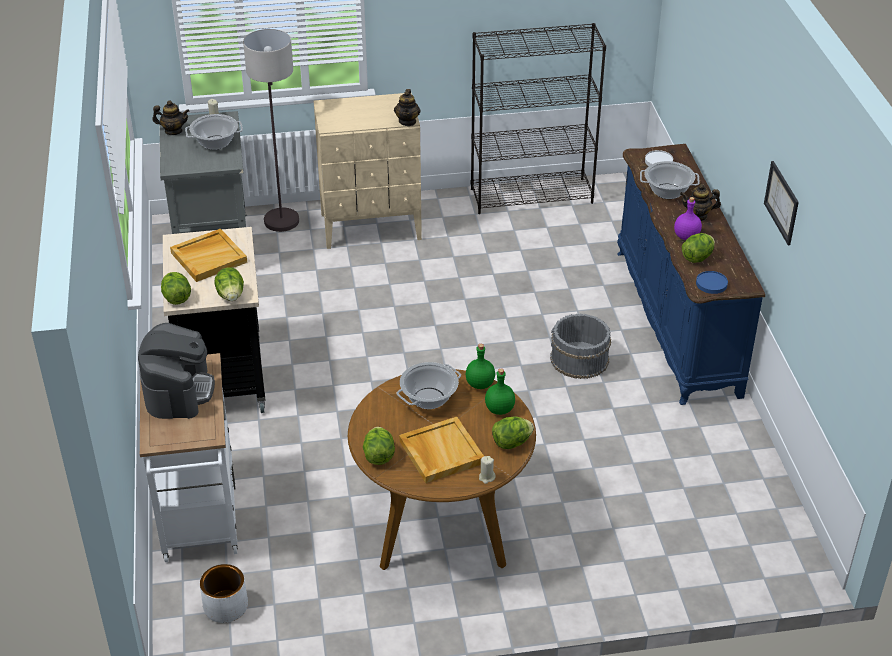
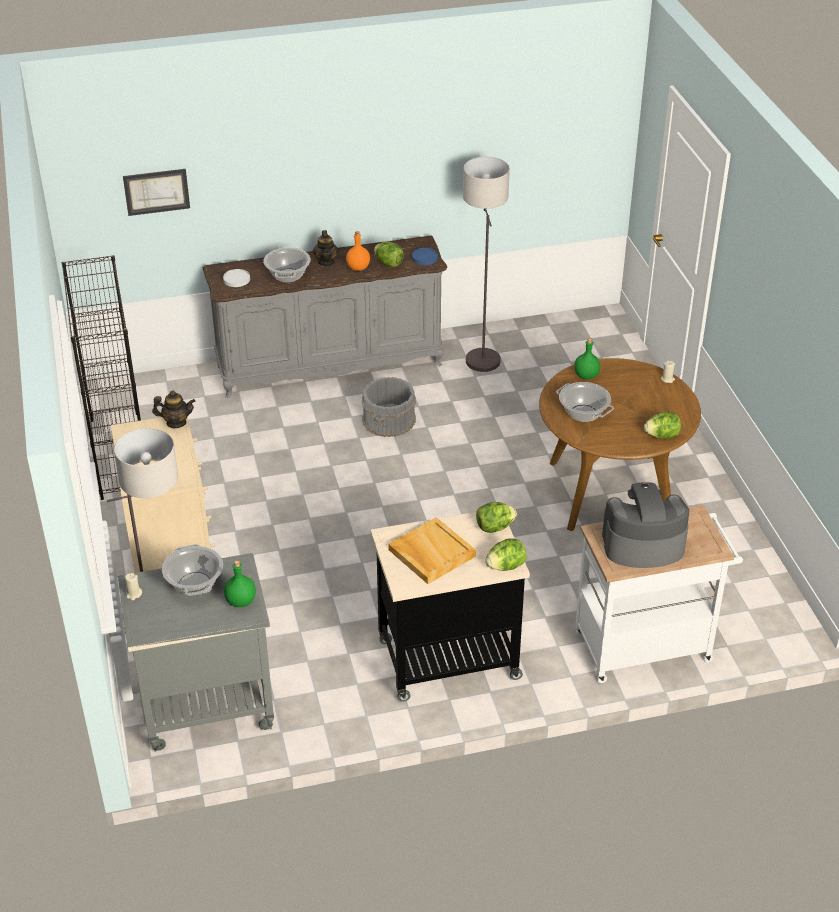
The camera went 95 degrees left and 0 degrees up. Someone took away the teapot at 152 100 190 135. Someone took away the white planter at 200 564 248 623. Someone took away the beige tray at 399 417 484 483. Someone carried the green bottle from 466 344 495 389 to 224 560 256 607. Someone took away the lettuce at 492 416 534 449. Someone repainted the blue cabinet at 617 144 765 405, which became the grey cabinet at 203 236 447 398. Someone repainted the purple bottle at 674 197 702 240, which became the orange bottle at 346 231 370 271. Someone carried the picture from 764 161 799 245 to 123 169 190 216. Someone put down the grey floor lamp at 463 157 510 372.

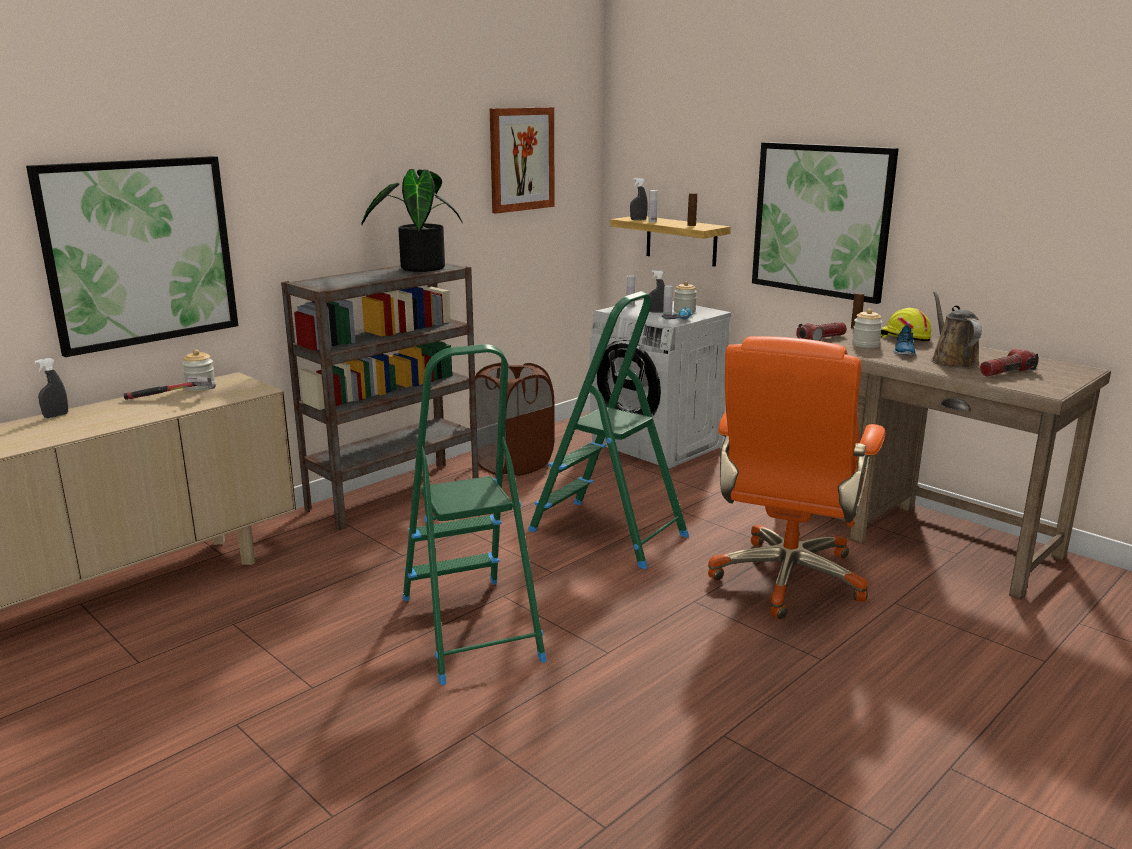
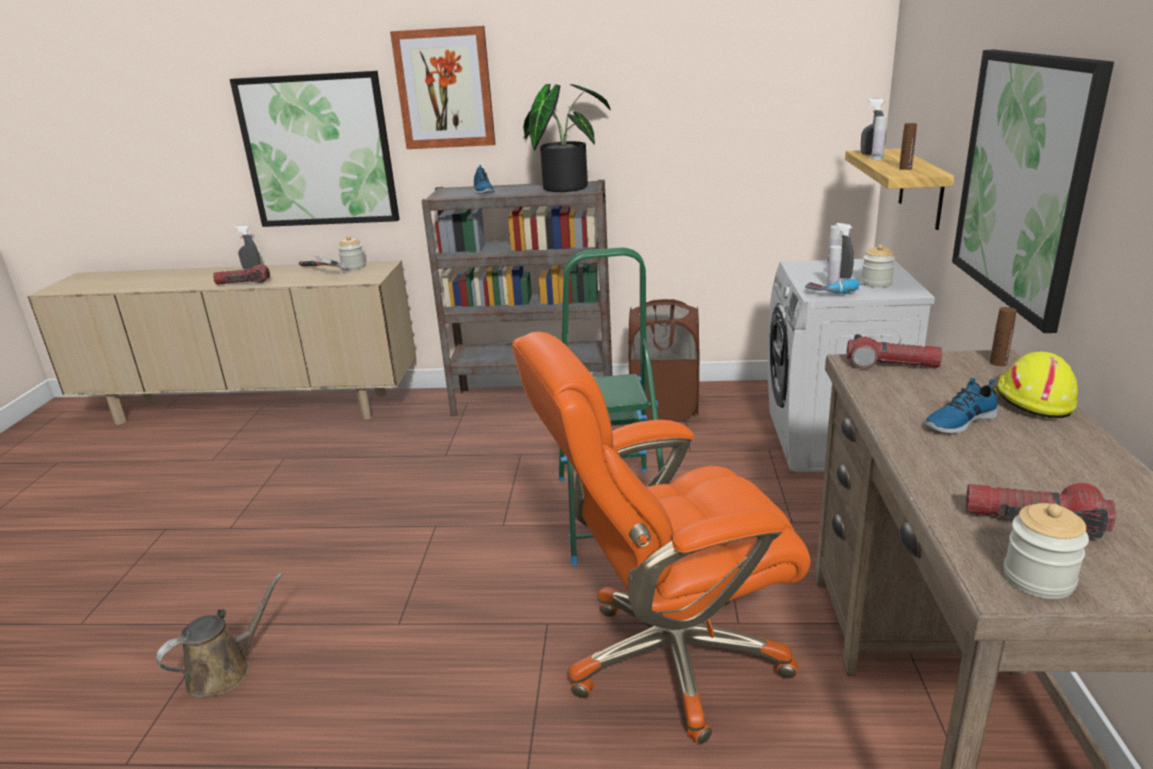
The camera went 50 degrees right and 5 degrees up. Someone took away the green step ladder at 403 344 546 685. Someone carried the picture from 490 107 555 214 to 390 26 496 149. Someone carried the jar from 852 309 883 348 to 1003 503 1089 599. Someone carried the brown watering can from 931 291 982 369 to 156 573 283 698. Someone put down the flashlight at 213 264 270 285. Someone put down the shoe at 473 165 495 194.

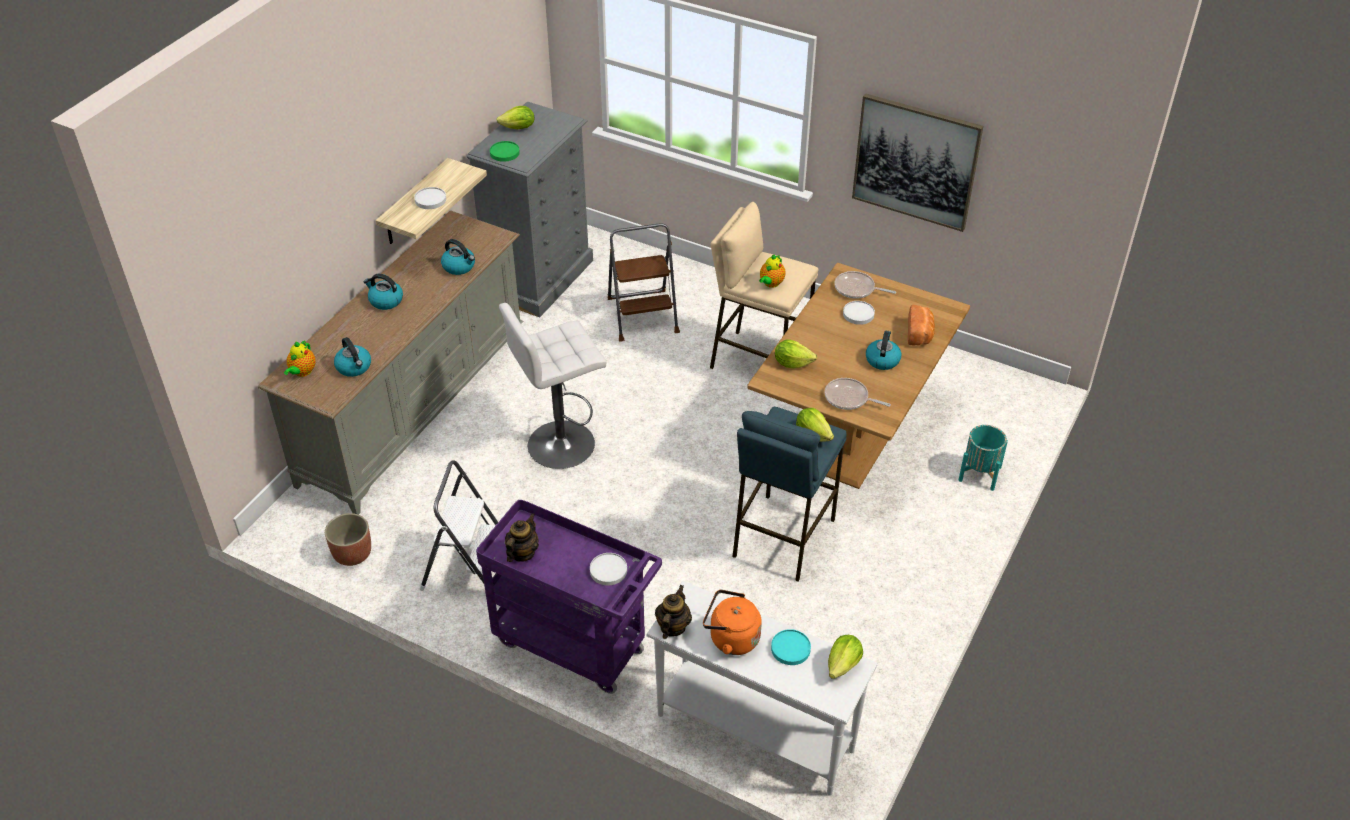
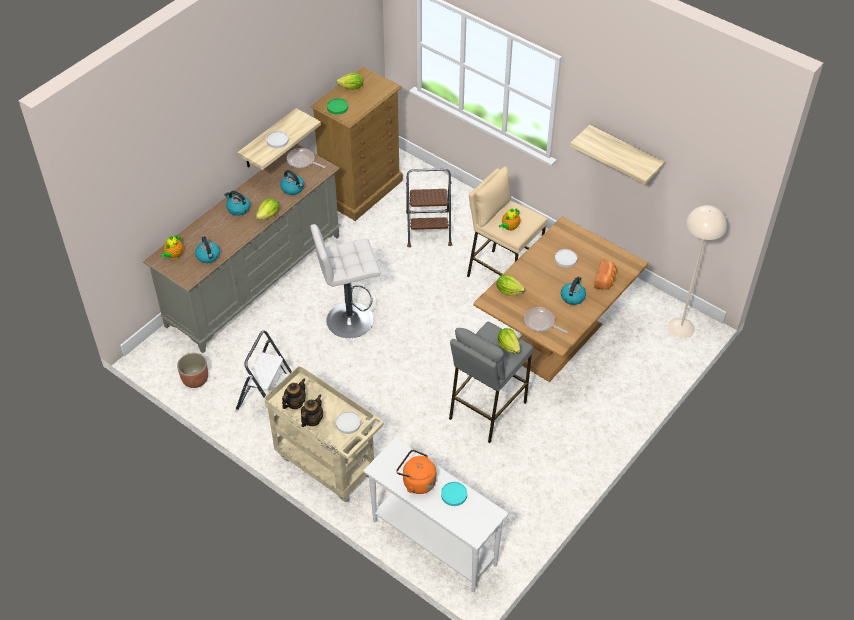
The camera went 10 degrees right and 5 degrees up. Someone repainted the grey dresser at 466 102 593 318, which became the brown dresser at 311 67 403 221. Someone repainted the purple cart at 476 500 662 694, which became the beige cart at 264 366 384 502. Someone carried the teapot from 655 585 692 639 to 301 394 323 427. Someone repainted the blue stool at 733 407 847 582, which became the grey stool at 449 322 533 443. Someone carried the lettuce from 828 635 863 679 to 255 198 279 220. Someone carried the frying pan from 834 271 896 299 to 287 148 325 168. Someone swapped the picture at 852 93 983 232 for the shelf at 570 125 665 184. Someone took away the turquoise planter at 959 425 1008 491. Someone put down the beige floor lamp at 668 205 727 338.

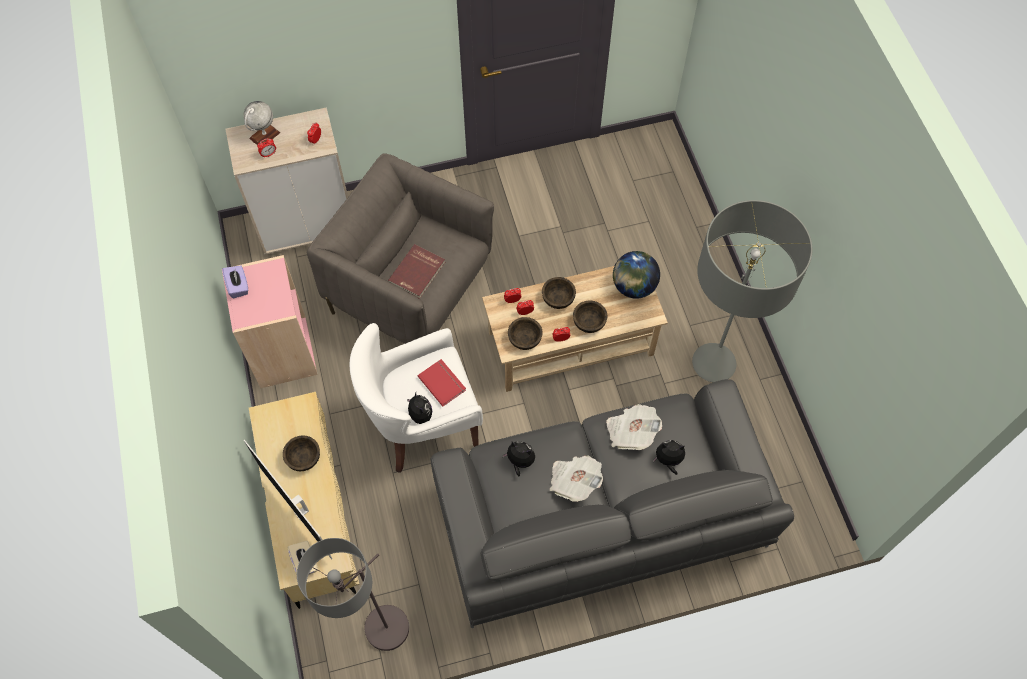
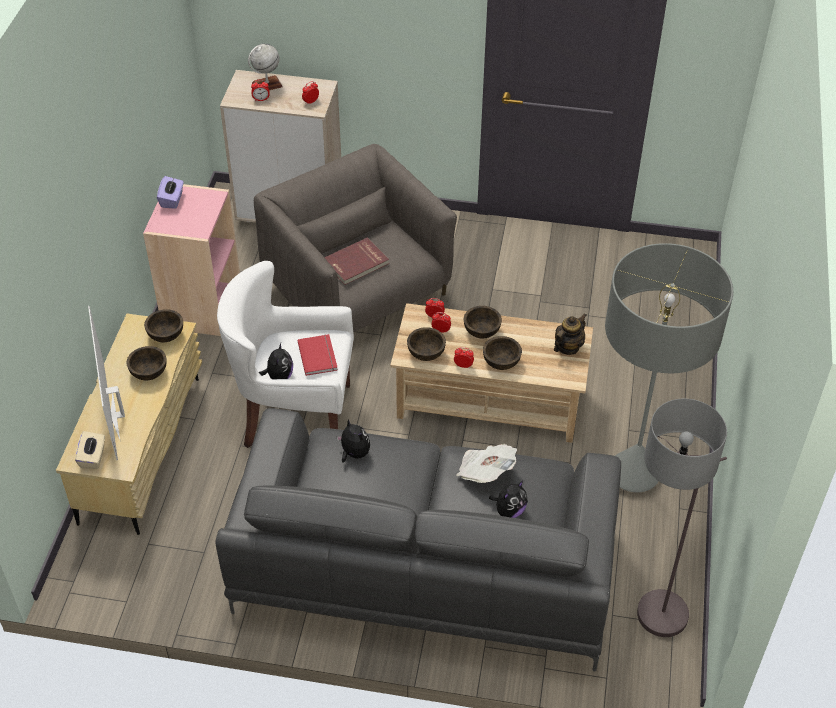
The camera went 25 degrees right and 15 degrees down. Someone carried the grey floor lamp from 297 538 409 651 to 637 399 727 637. Someone took away the newspaper at 550 455 603 502. Someone swapped the globe at 613 251 660 299 for the teapot at 554 313 586 355. Someone rotated the plush toy at 653 440 685 475 by 105 degrees clockwise. Someone put down the brown bowl at 144 309 183 342.

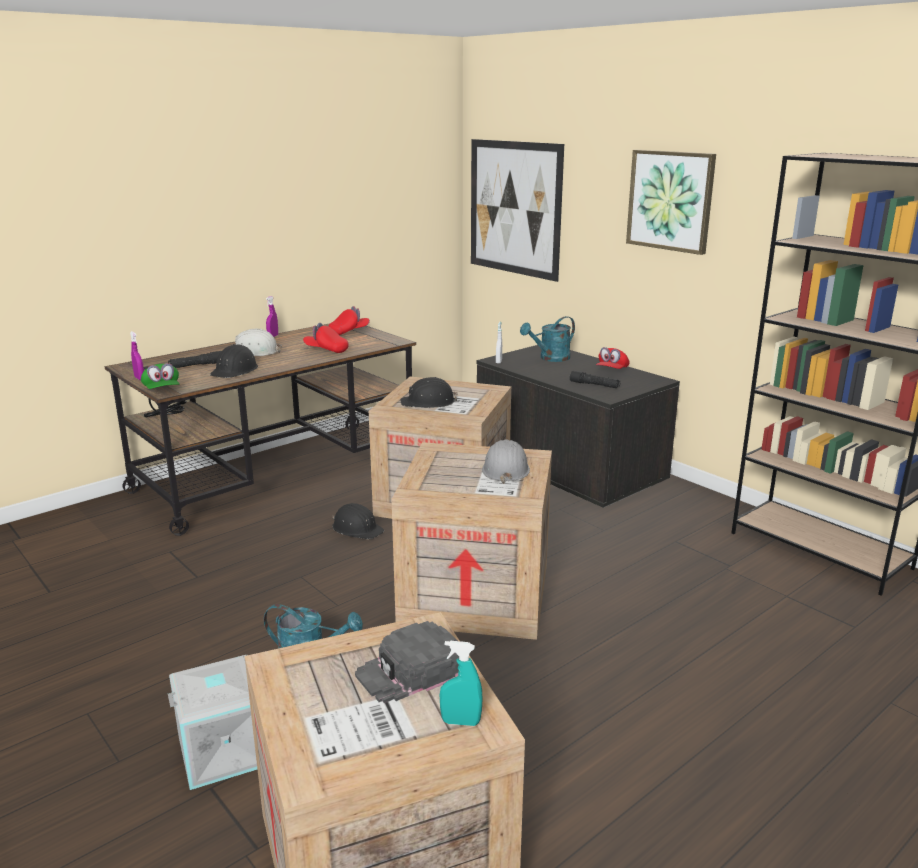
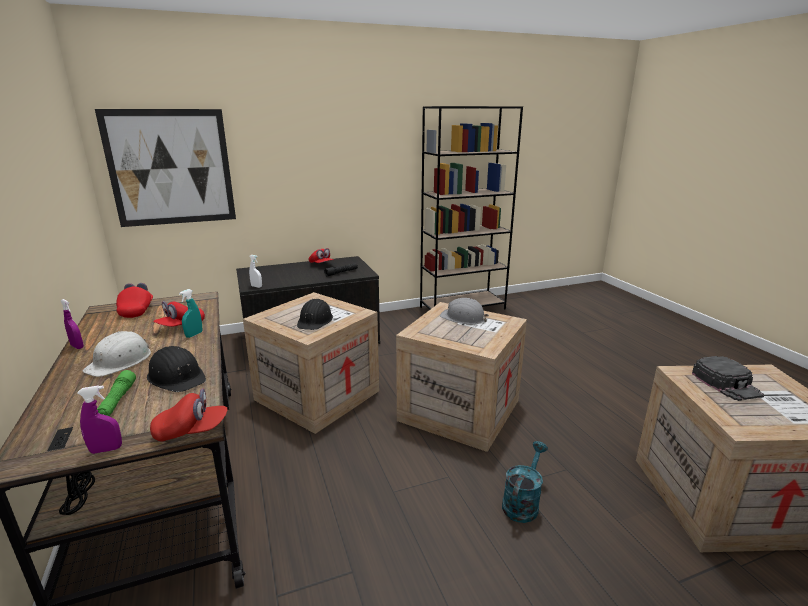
The camera went 70 degrees left and 0 degrees up. Someone repainted the green cap at 141 363 179 389, which became the red cap at 150 388 228 442. Someone repainted the black flashlight at 168 351 221 368, which became the green flashlight at 97 370 136 416. Someone took away the grey storage box at 168 655 257 790. Someone took away the black hard hat at 332 503 384 539. Someone carried the turquoise spray bottle from 440 641 482 726 to 179 289 202 338. Someone took away the turquoise watering can at 520 316 575 362. Someone took away the picture at 626 150 716 255.

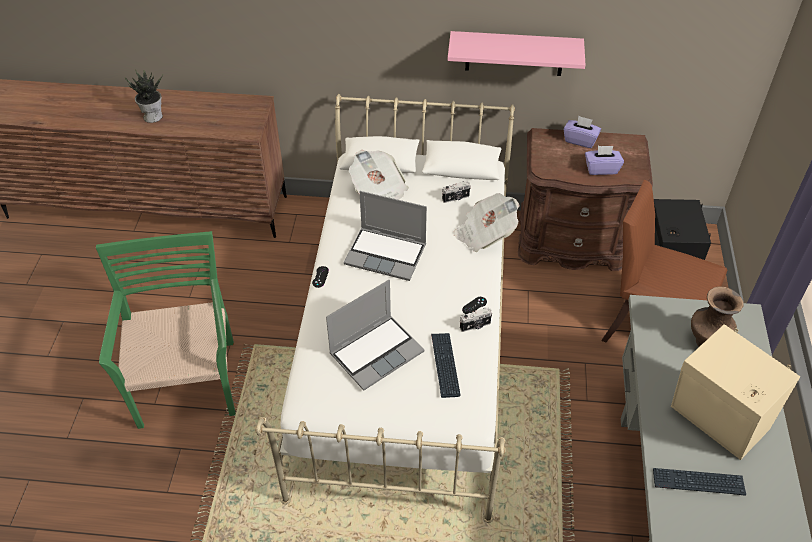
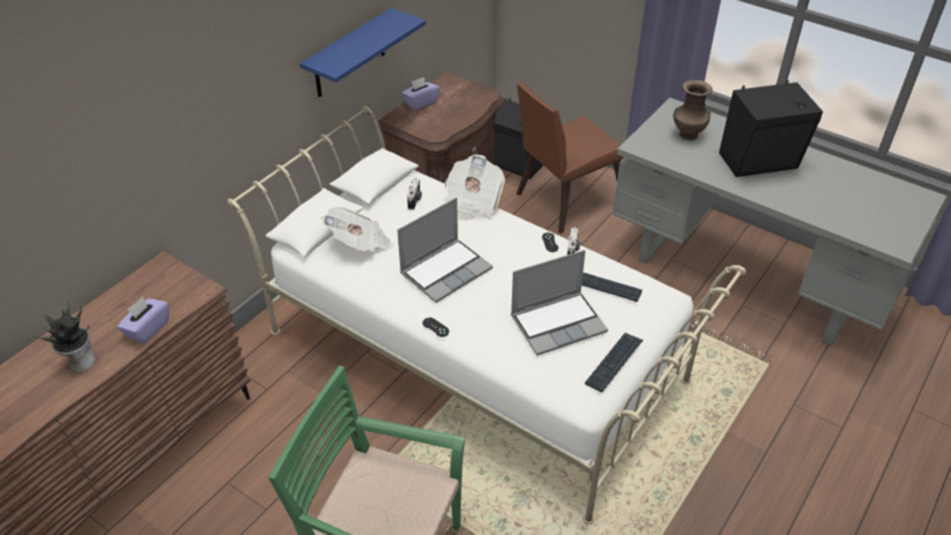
The camera went 60 degrees left and 5 degrees down. Someone rotated the laptop at 326 280 424 391 by 75 degrees clockwise. Someone repainted the pink shelf at 448 31 586 76, which became the blue shelf at 300 8 426 97. Someone carried the purple tissue box from 585 146 624 175 to 117 297 169 344. Someone carried the keyboard from 653 468 746 496 to 585 333 643 392. Someone repainted the beige speaker at 671 324 800 460, which became the black speaker at 719 80 823 177.

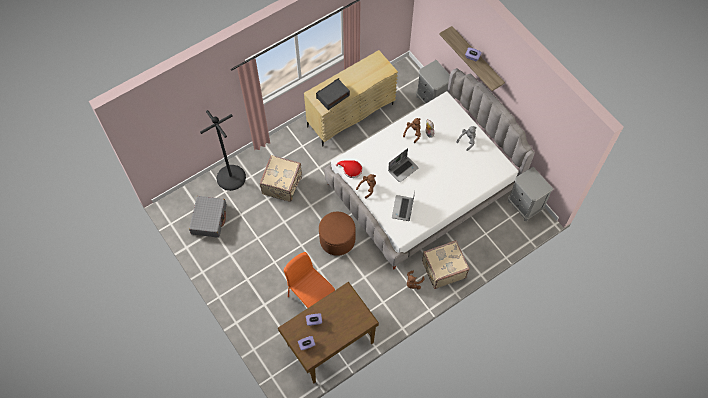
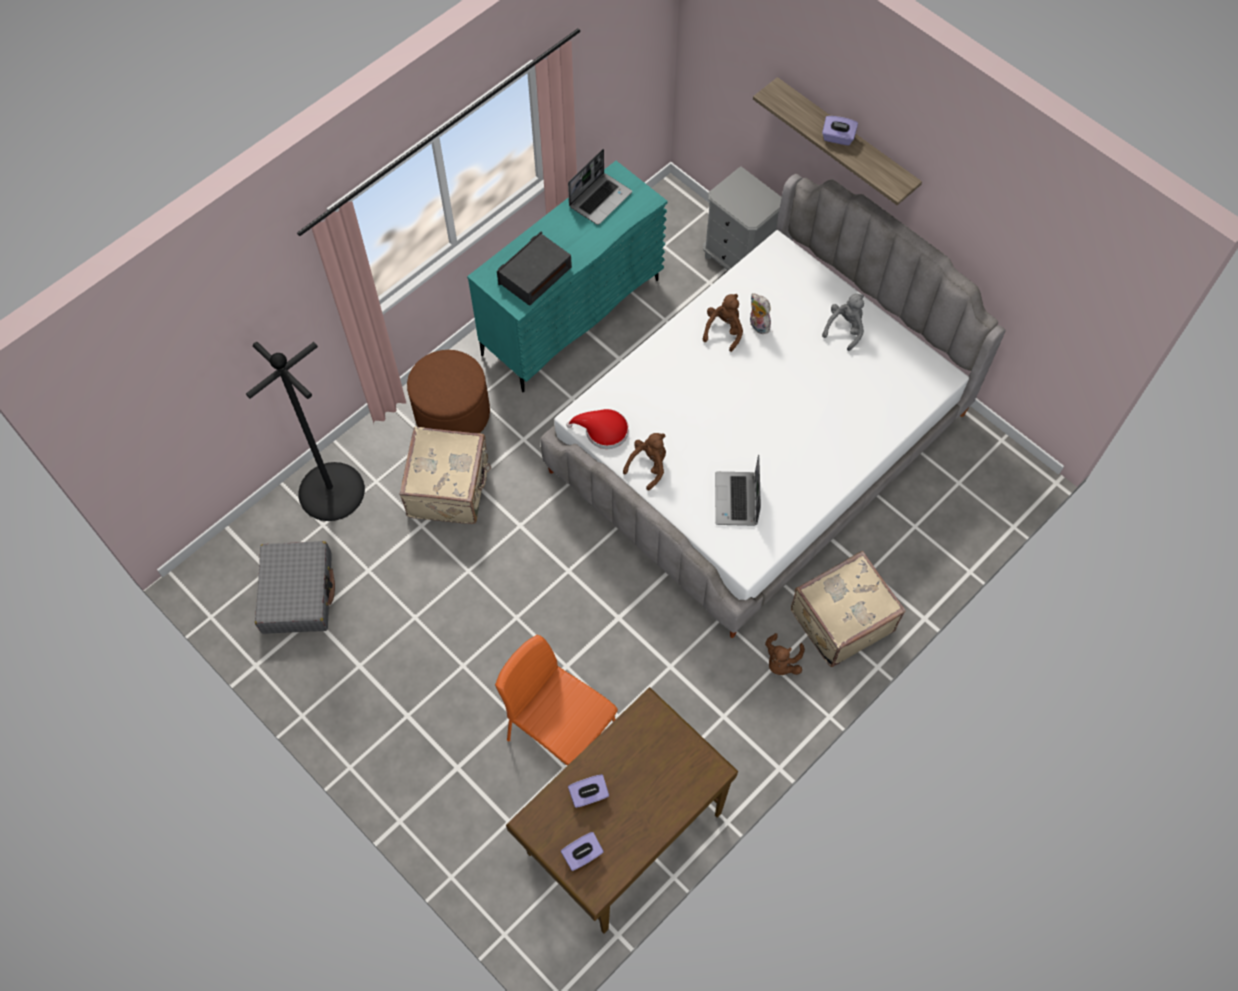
The camera went 10 degrees left and 0 degrees up. Someone repainted the beige dresser at 304 50 398 147, which became the turquoise dresser at 467 161 668 392. Someone carried the brown ottoman from 319 212 356 256 to 407 350 490 433. Someone carried the laptop from 388 148 418 182 to 568 149 632 225. Someone took away the grey nightstand at 508 167 553 221.

